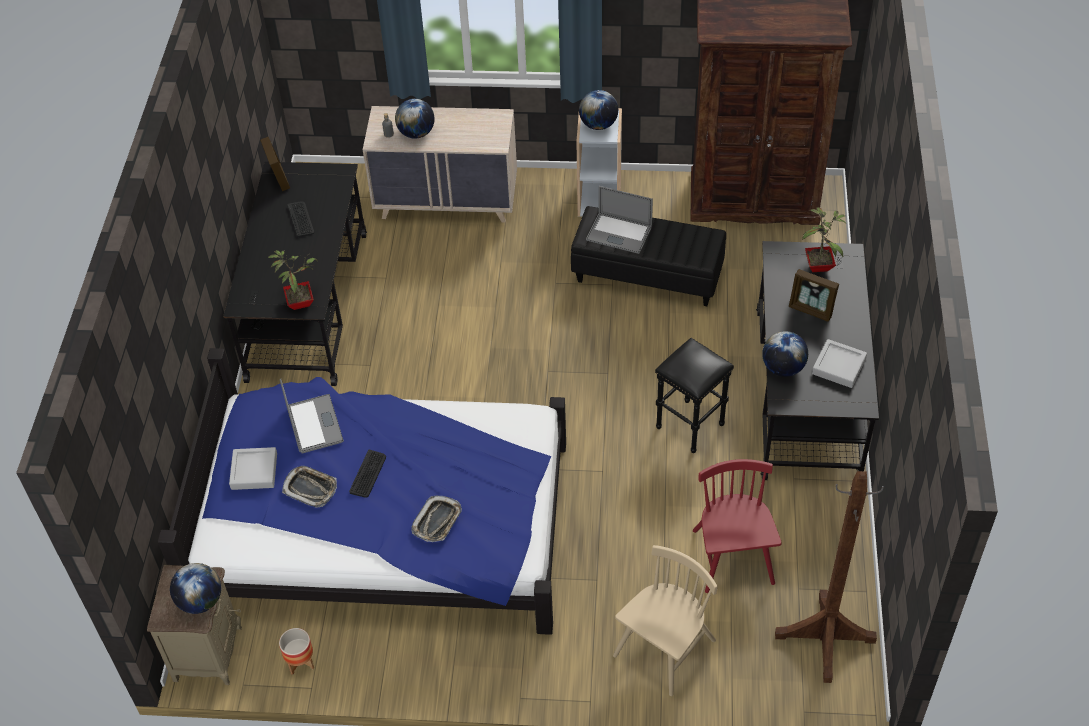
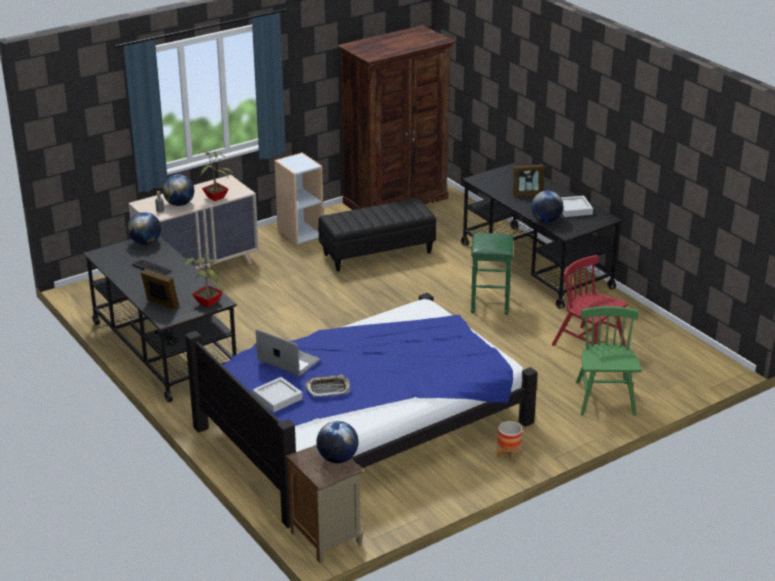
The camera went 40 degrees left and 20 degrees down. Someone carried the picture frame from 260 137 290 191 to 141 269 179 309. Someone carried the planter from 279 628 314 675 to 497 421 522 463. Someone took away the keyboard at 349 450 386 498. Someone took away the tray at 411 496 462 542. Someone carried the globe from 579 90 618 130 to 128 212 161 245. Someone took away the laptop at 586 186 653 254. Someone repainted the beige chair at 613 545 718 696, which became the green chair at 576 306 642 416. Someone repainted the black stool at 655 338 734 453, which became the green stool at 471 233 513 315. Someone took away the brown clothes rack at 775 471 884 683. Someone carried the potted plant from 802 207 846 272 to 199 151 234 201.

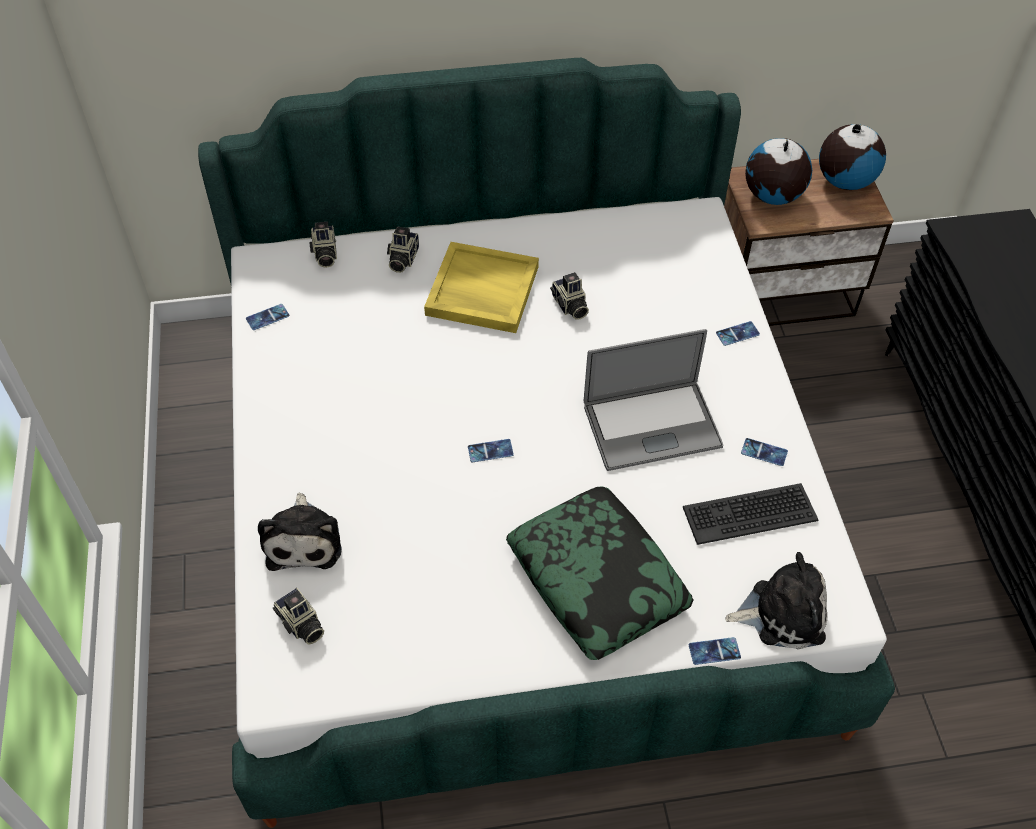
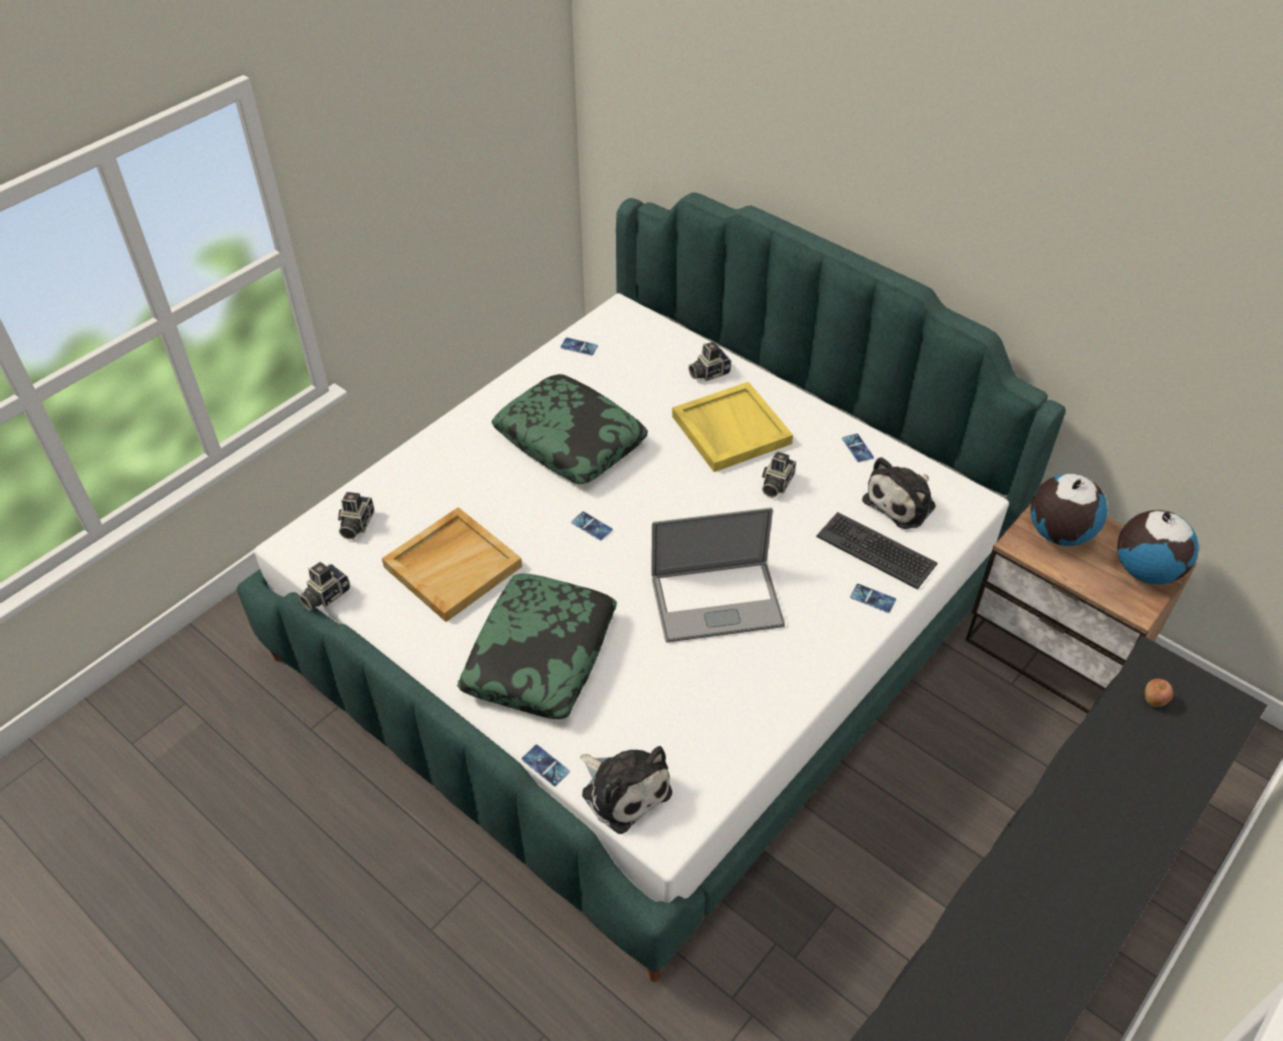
The camera went 50 degrees right and 5 degrees down. Someone carried the plush toy from 258 493 342 571 to 862 457 936 529. Someone carried the photo camera from 309 222 337 268 to 299 562 350 610. Someone rotated the laptop at 584 329 723 471 by 45 degrees counterclockwise. Someone carried the keyboard from 683 483 819 545 to 816 512 938 590. Someone carried the phone from 741 438 788 466 to 842 434 874 462. Someone put down the beige tray at 382 507 522 622. Someone put down the pillow at 492 374 648 484. Someone put down the apple at 1145 679 1173 707.

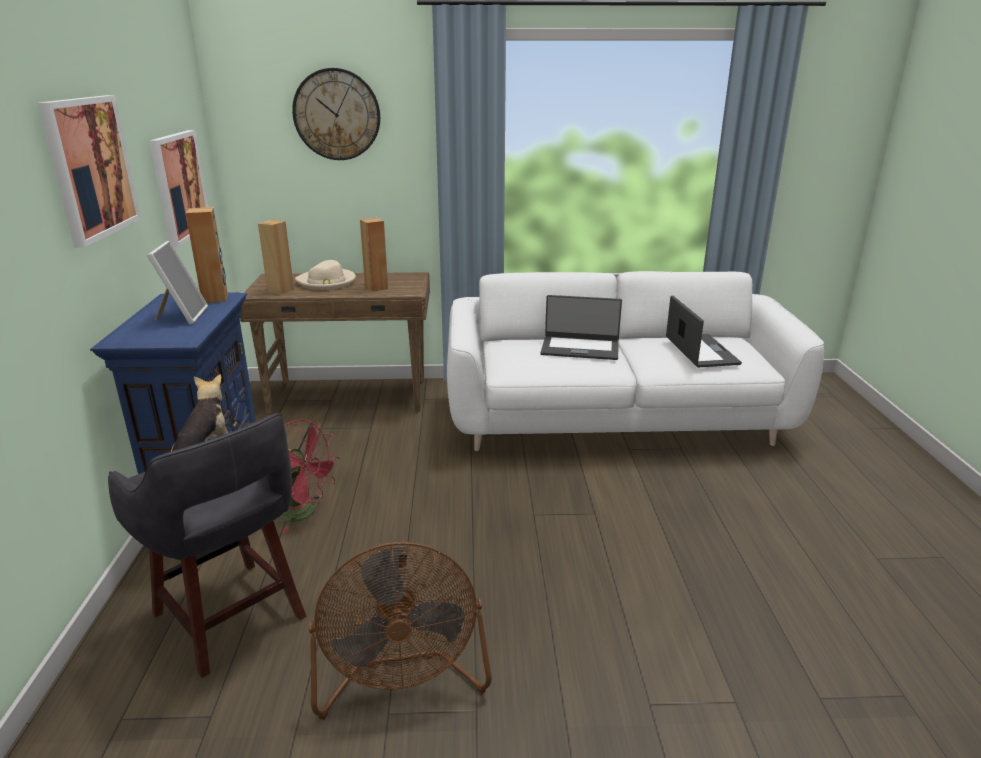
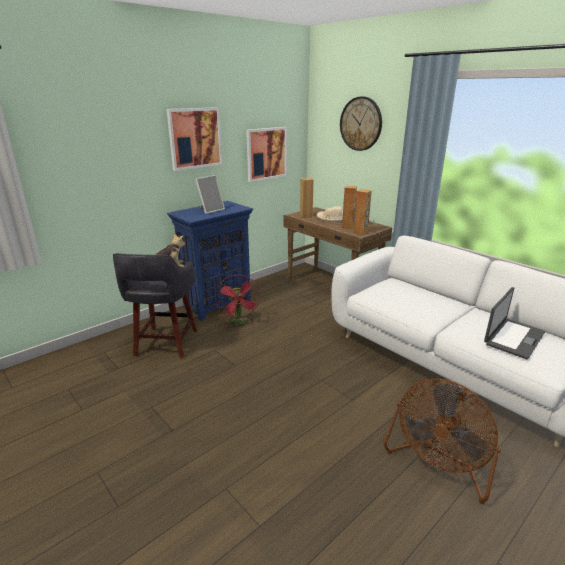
The camera went 50 degrees right and 0 degrees up. Someone carried the brown speaker from 186 207 228 303 to 353 189 372 235. Someone carried the brown fan from 309 540 492 720 to 384 379 501 504. Someone took away the laptop at 541 295 622 360.

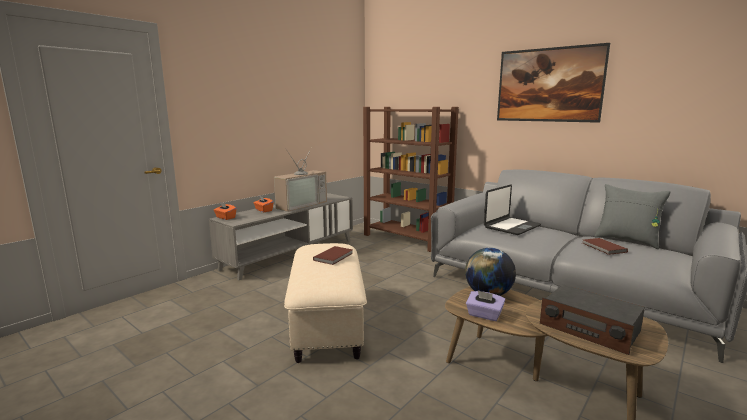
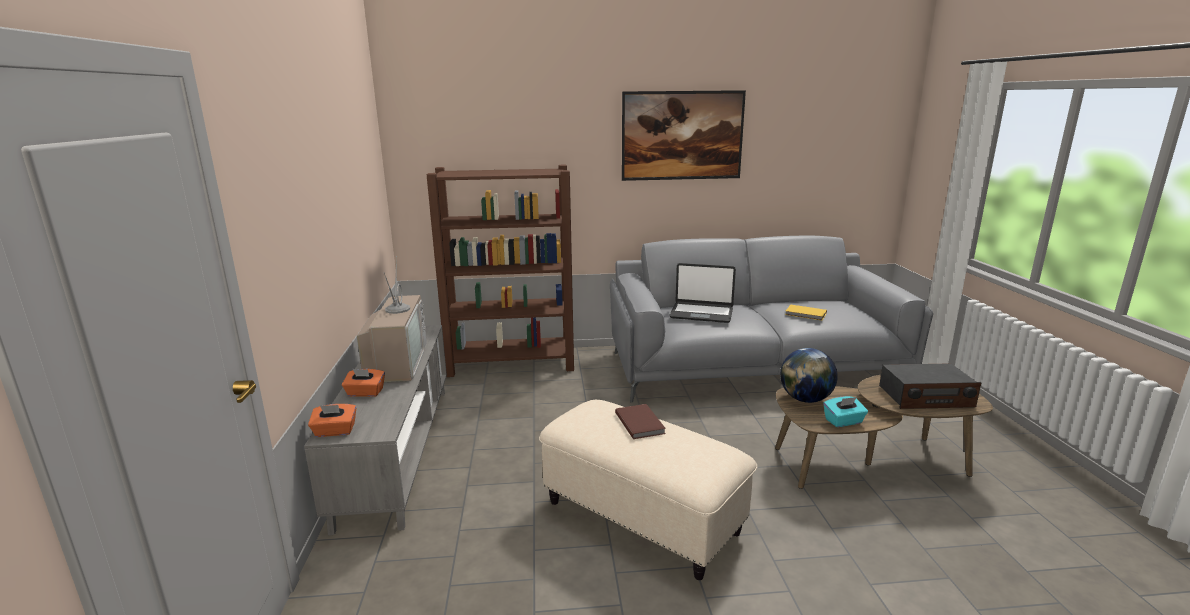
The camera went 45 degrees left and 5 degrees up. Someone repainted the purple tissue box at 466 290 505 321, which became the turquoise tissue box at 823 396 868 427. Someone rotated the laptop at 484 185 541 235 by 105 degrees clockwise. Someone repainted the brown book at 582 238 628 255, which became the yellow book at 785 305 827 320. Someone took away the grey pillow at 594 184 671 249.

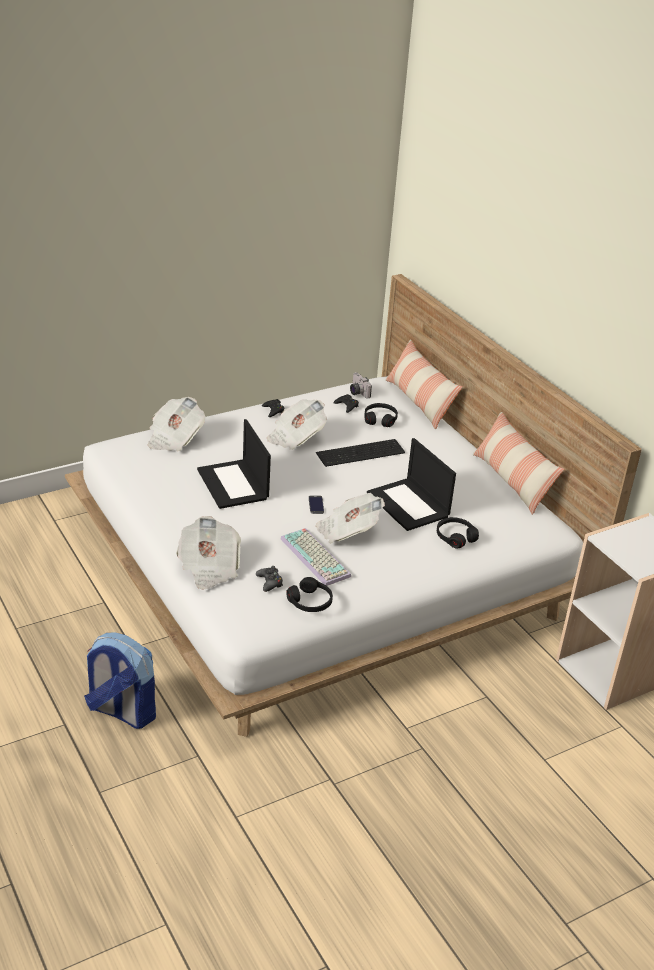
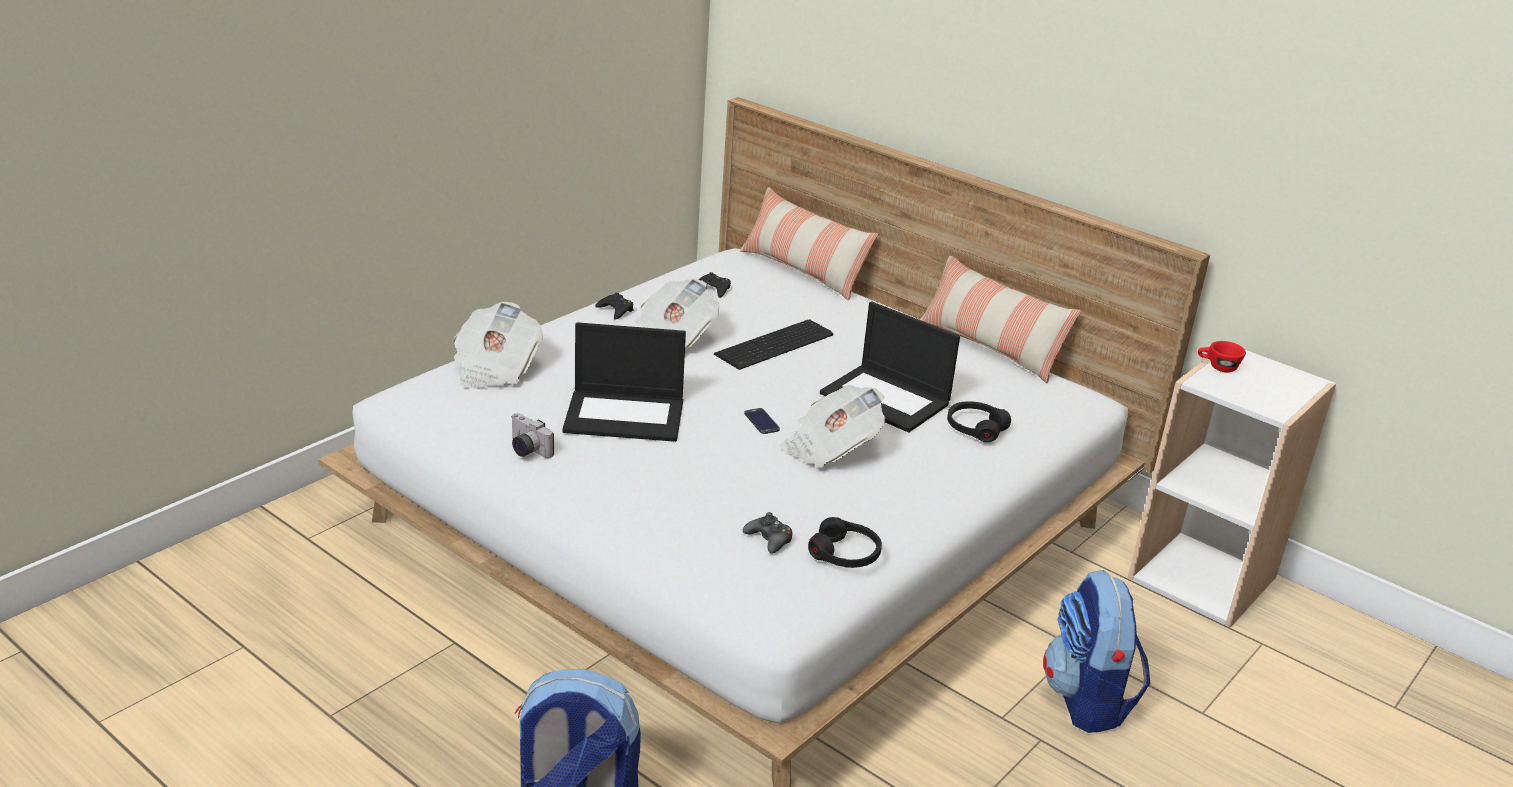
The camera went 20 degrees left and 5 degrees down. Someone took away the newspaper at 176 516 241 590. Someone rotated the laptop at 197 419 271 509 by 45 degrees counterclockwise. Someone took away the keyboard at 281 528 351 586. Someone carried the photo camera from 350 372 372 398 to 512 413 554 458. Someone took away the black headphones at 364 403 398 427. Someone put down the backpack at 1043 570 1150 733. Someone put down the red cup at 1198 341 1246 372.

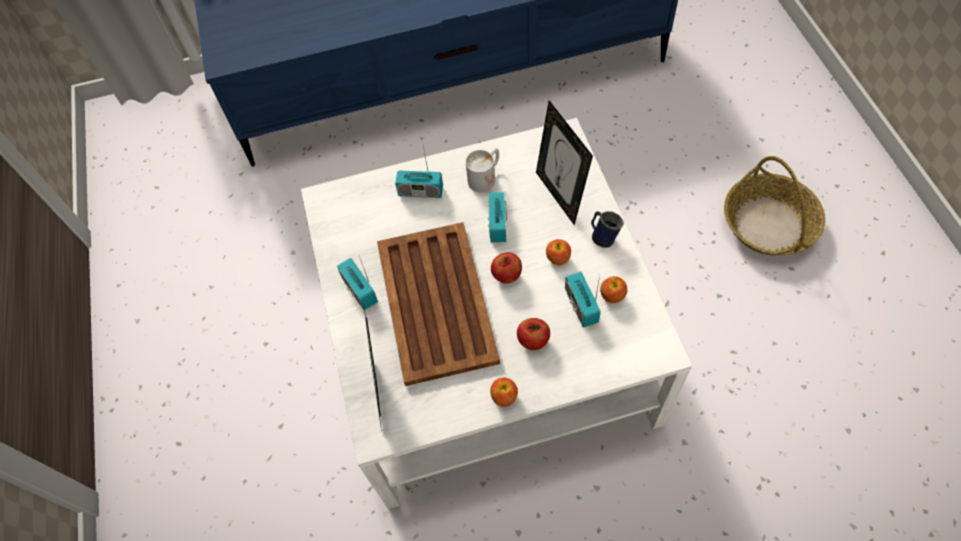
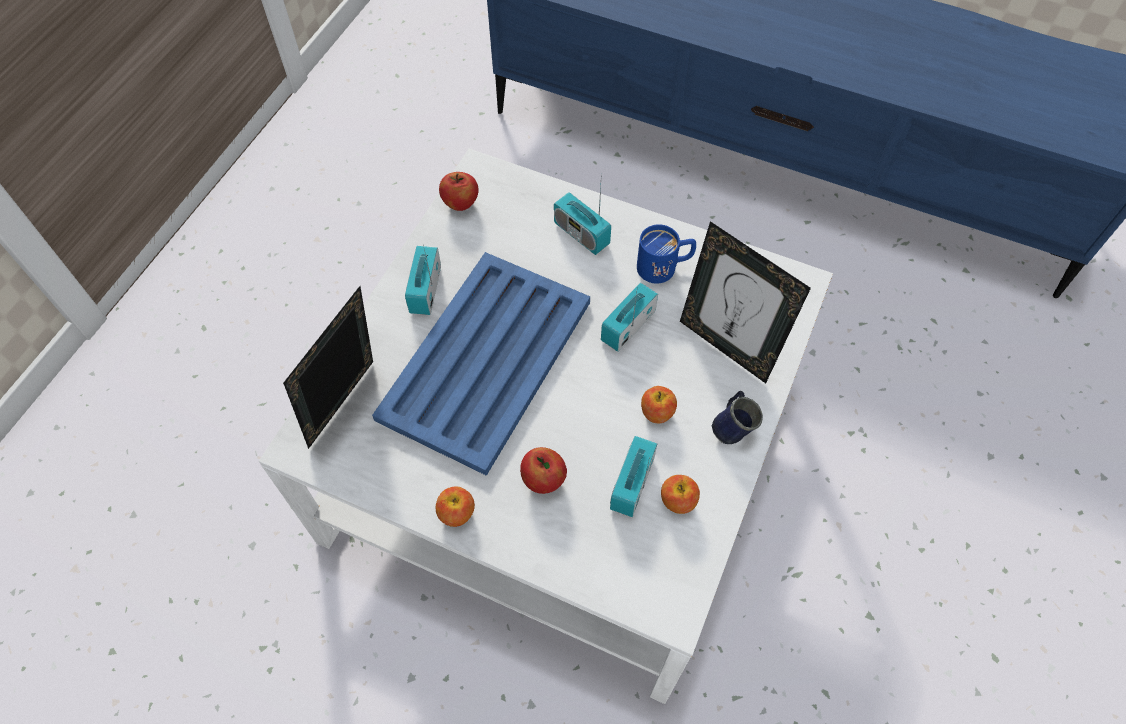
The camera went 35 degrees right and 0 degrees up. Someone repainted the brown tray at 377 222 500 386, which became the blue tray at 372 252 590 476. Someone repainted the white mug at 465 148 499 192, which became the blue mug at 637 224 696 284. Someone carried the apple from 491 252 522 284 to 439 172 478 211. Someone rotated the picture frame at 536 101 593 225 by 60 degrees counterclockwise. Someone took away the basket at 724 156 825 255.

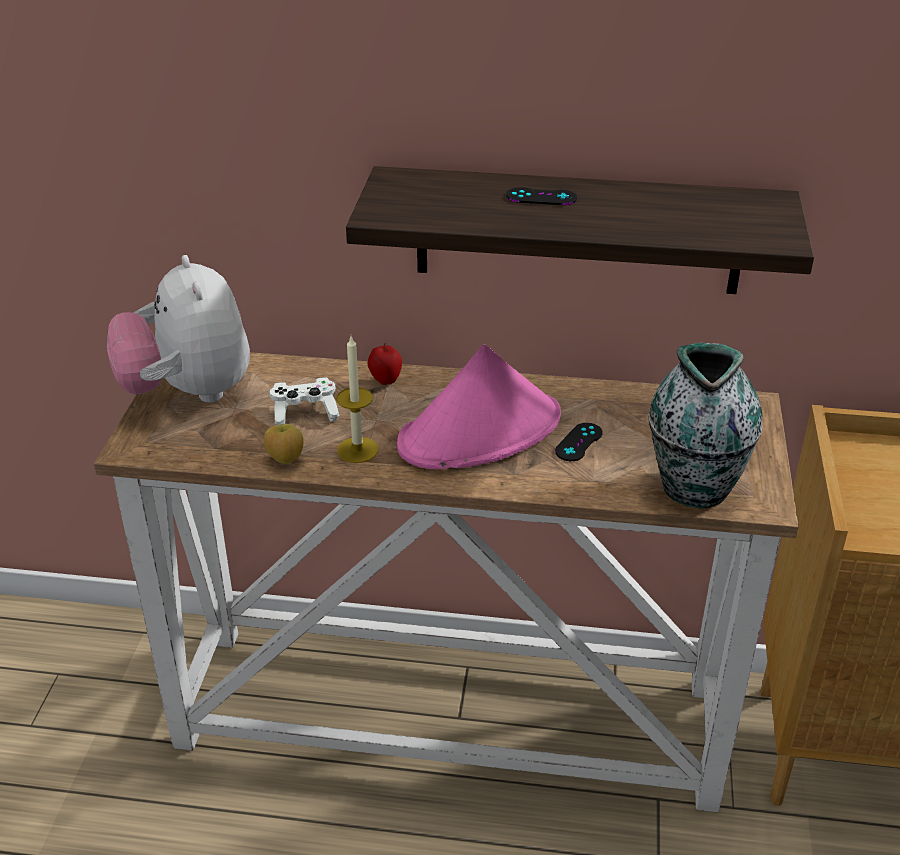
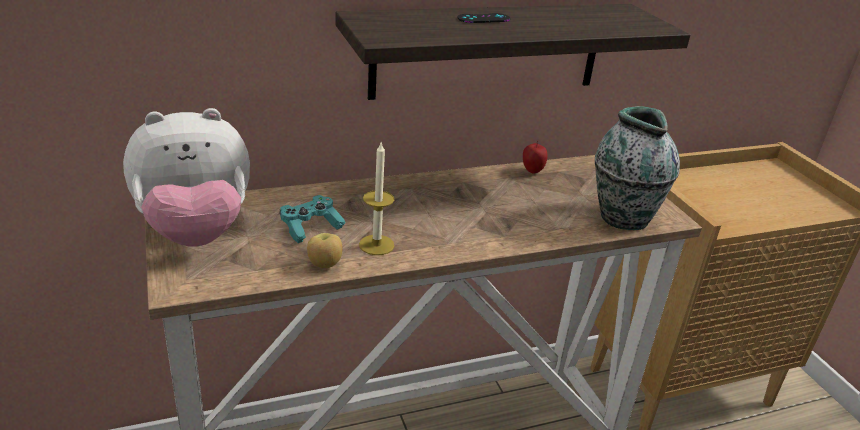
The camera went 30 degrees left and 5 degrees down. Someone rotated the plush toy at 107 255 250 403 by 60 degrees counterclockwise. Someone repainted the white game controller at 270 377 340 425, which became the turquoise game controller at 280 195 345 243. Someone carried the apple from 368 343 402 385 to 523 140 547 173. Someone took away the pink hat at 397 345 561 469. Someone took away the black game controller at 555 423 603 461.

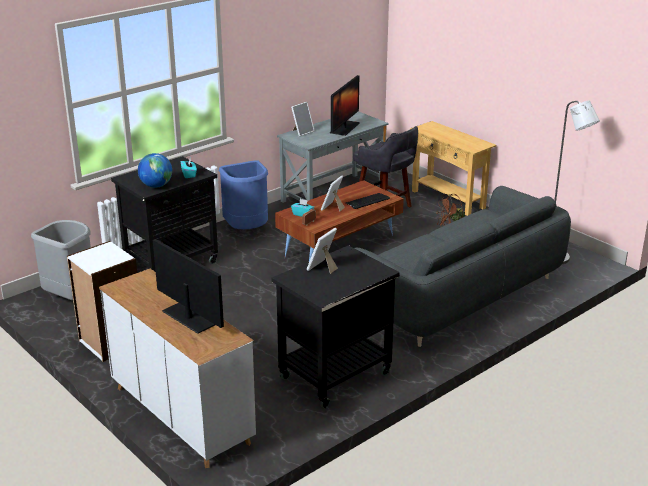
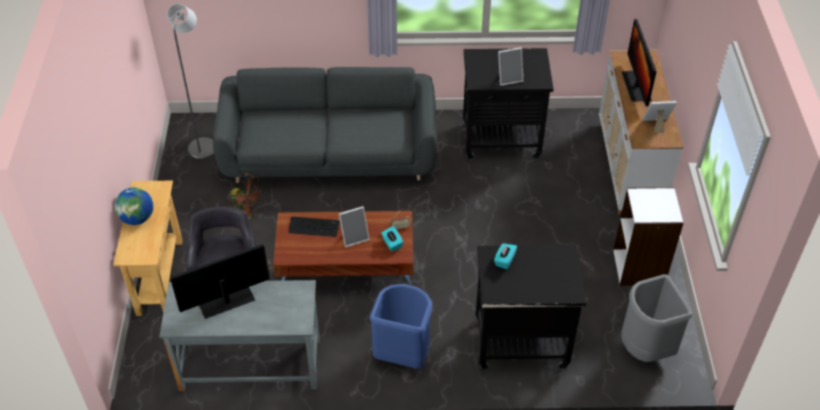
The camera went 140 degrees left and 20 degrees up. Someone carried the globe from 138 153 172 188 to 115 188 153 225. Someone carried the picture frame from 291 102 315 137 to 642 101 677 133.

